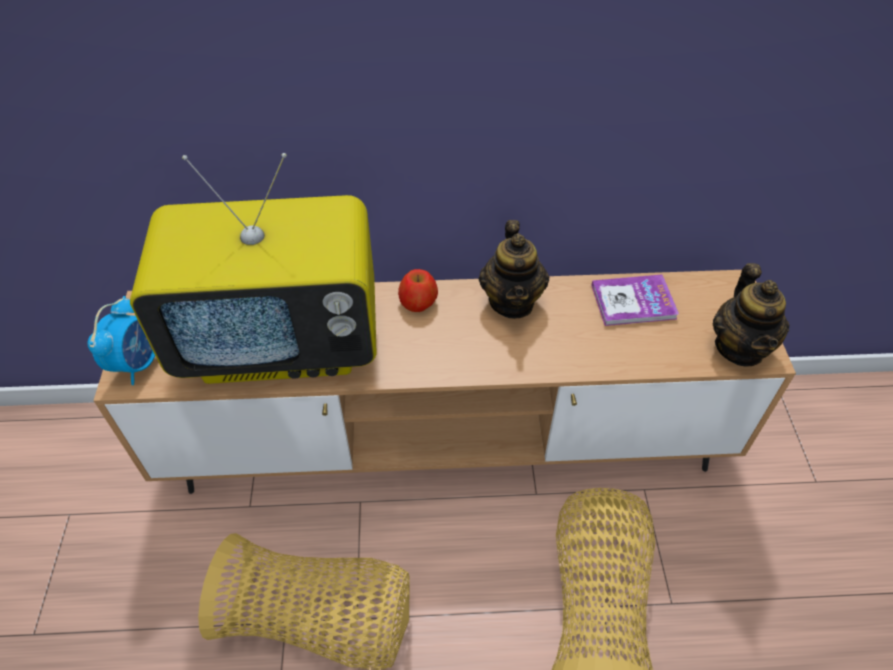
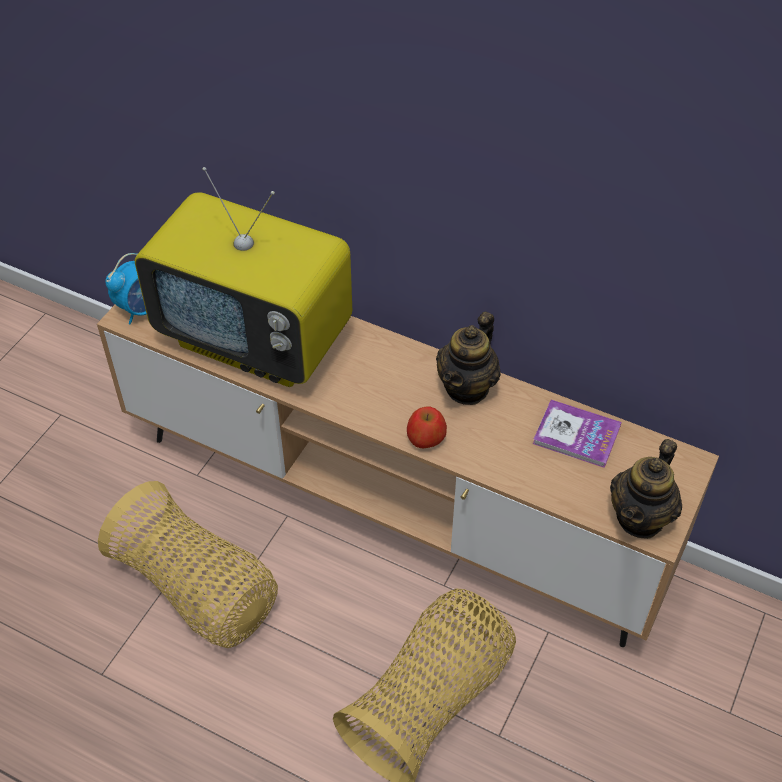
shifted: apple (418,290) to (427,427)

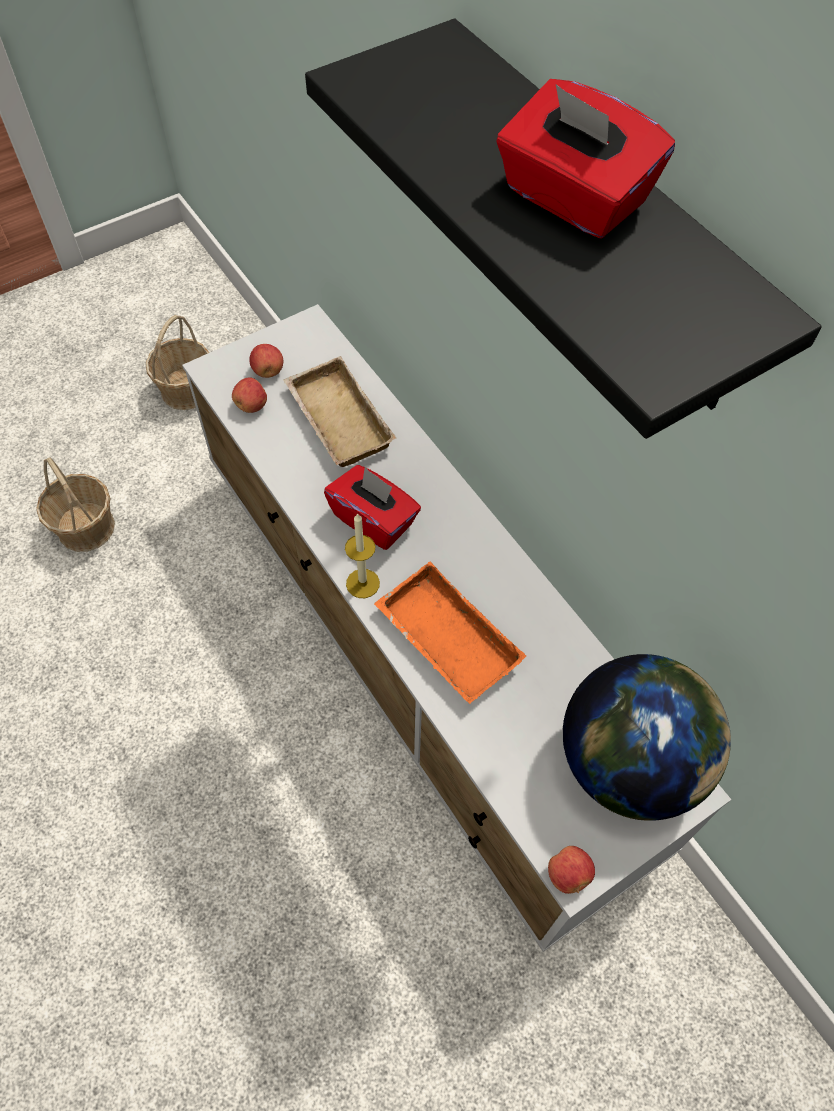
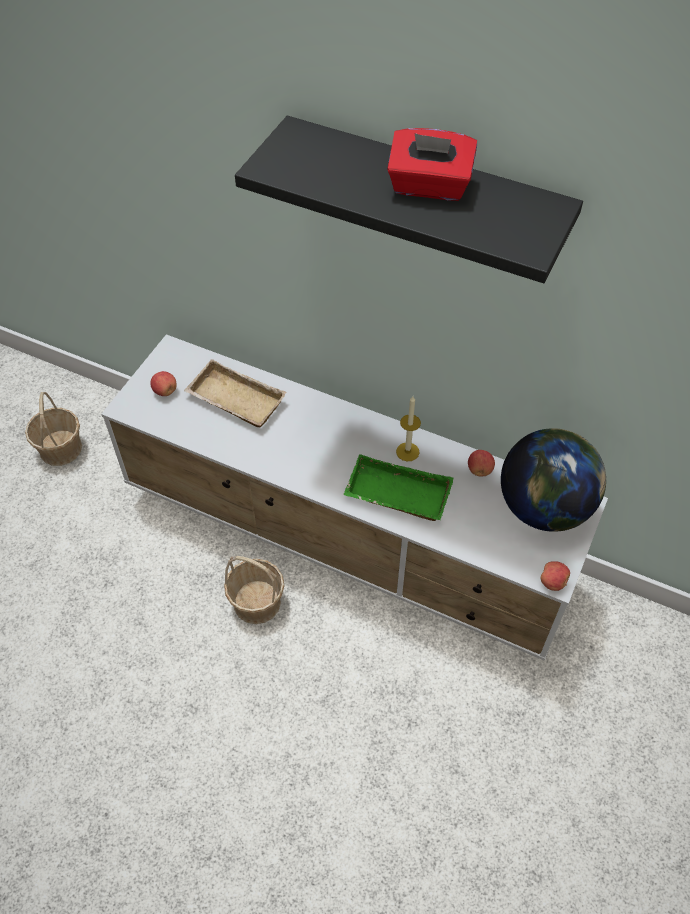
gone: red tissue box (372,507)
shifted: basket (75,504) to (254,590); candle (362,555) to (408,428); apple (249,395) to (481,463)
repainted: orange tray (450,633) to green tray (398,487)

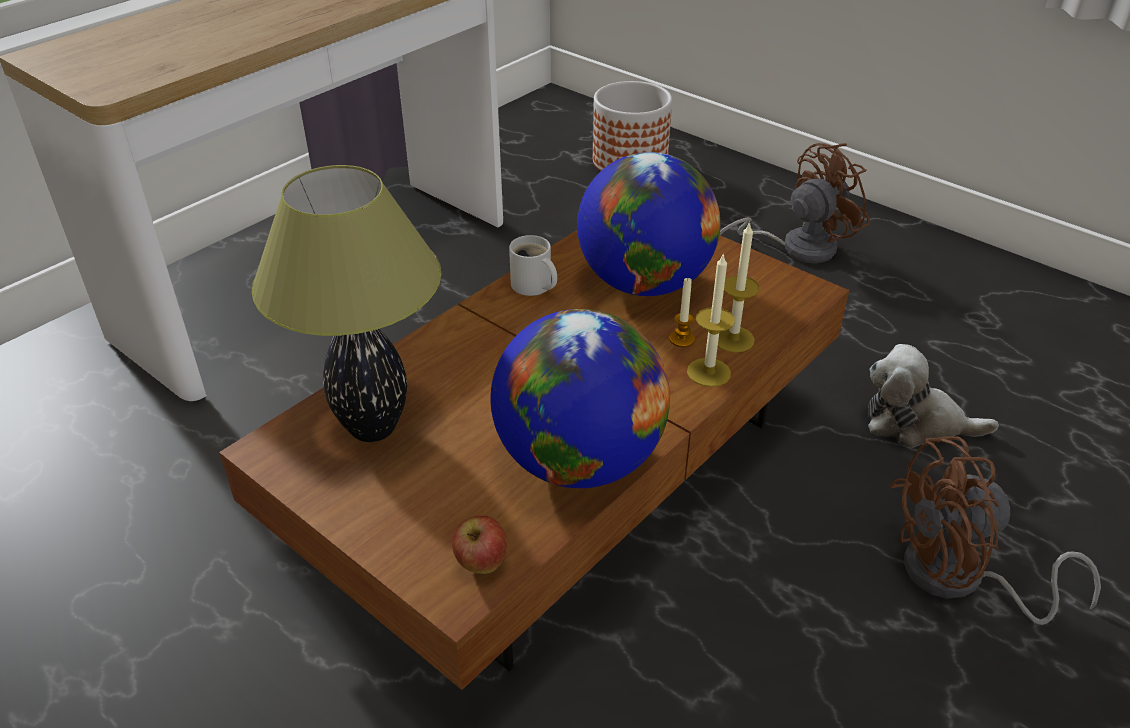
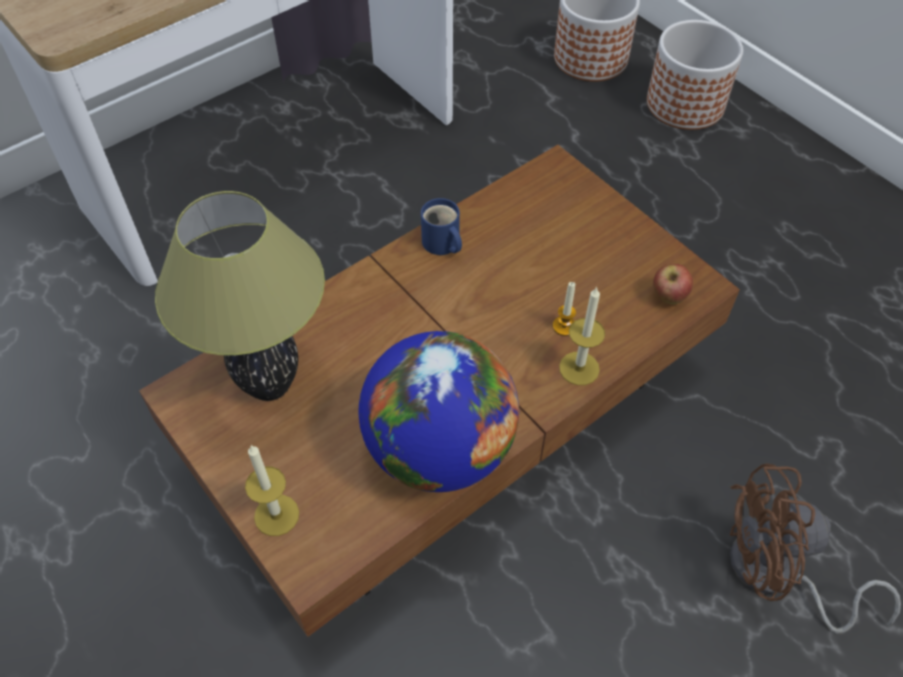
gone: globe (648,224); brown fan (795,203); plush toy (933,396)
new: planter (695,75)
shifted: candle (738,287) to (272,490); apple (480,545) to (673,284)
repainted: white mug (533,265) to blue mug (441,226)

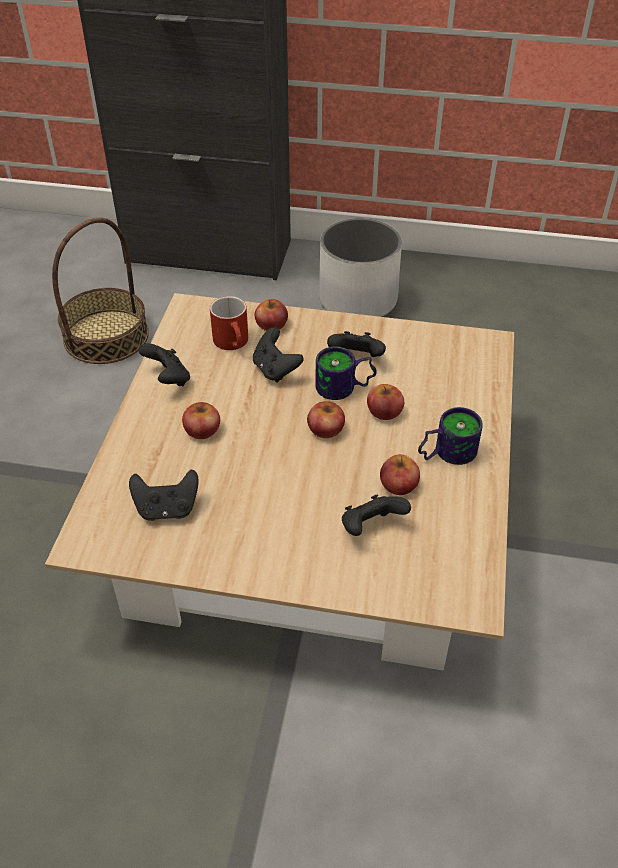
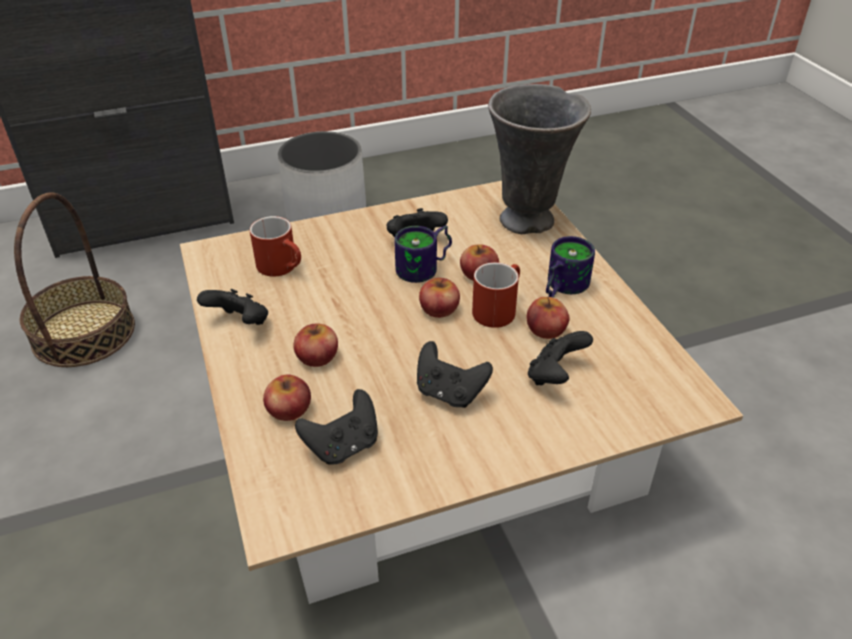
new: red mug (496,295); grey vase (539,159)
shifted: apple (271,315) to (287,397); black game controller (278,355) to (455,374)

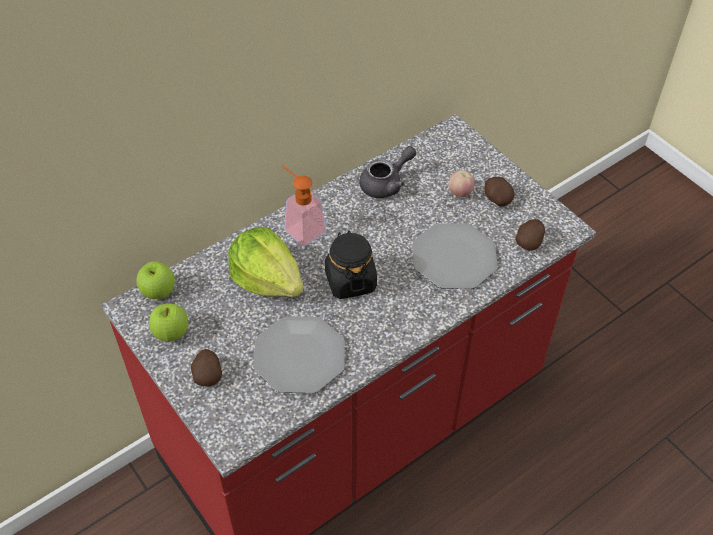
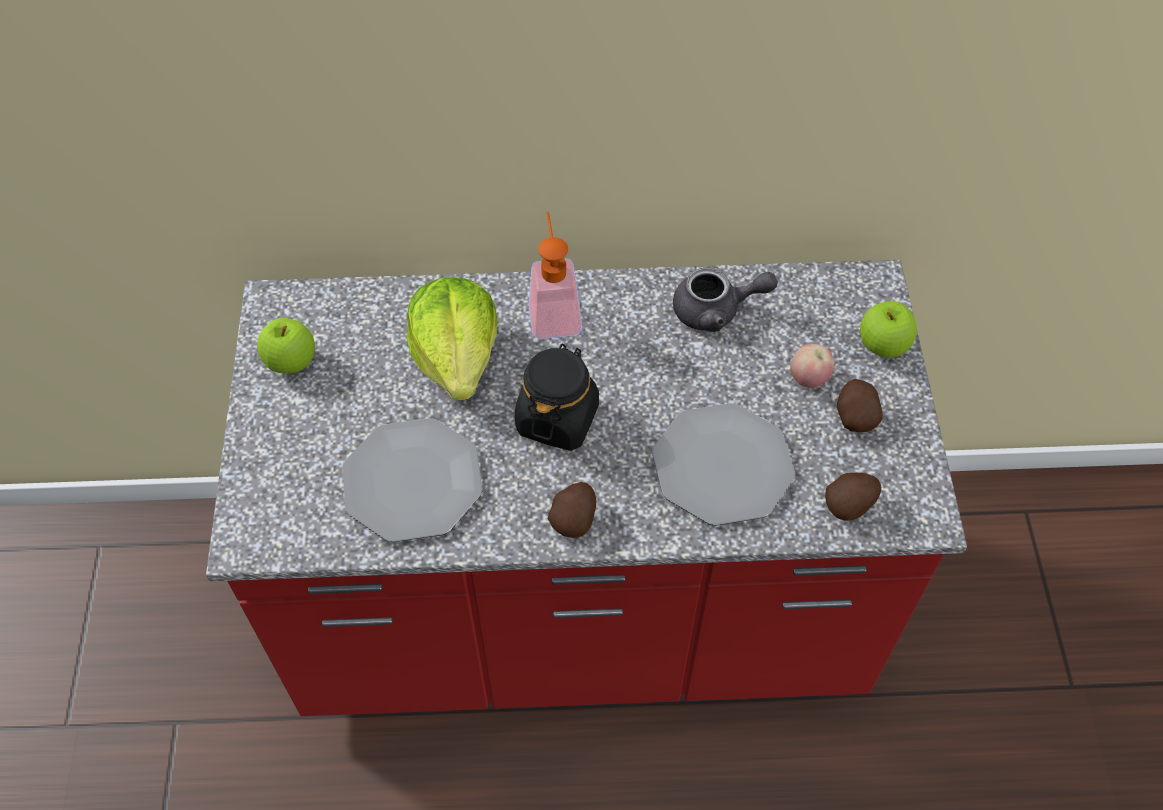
shifted: potato (206,367) to (572,510); apple (155,280) to (888,329)

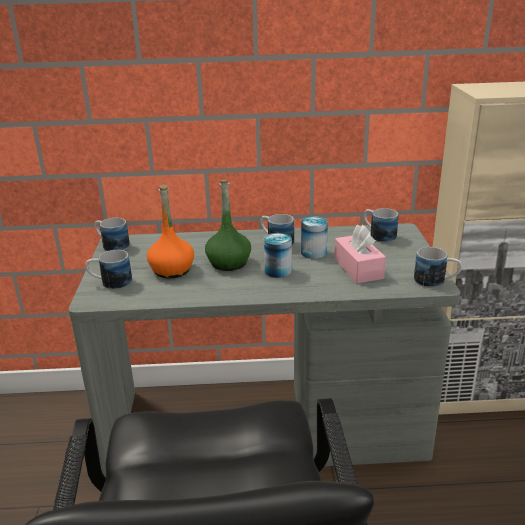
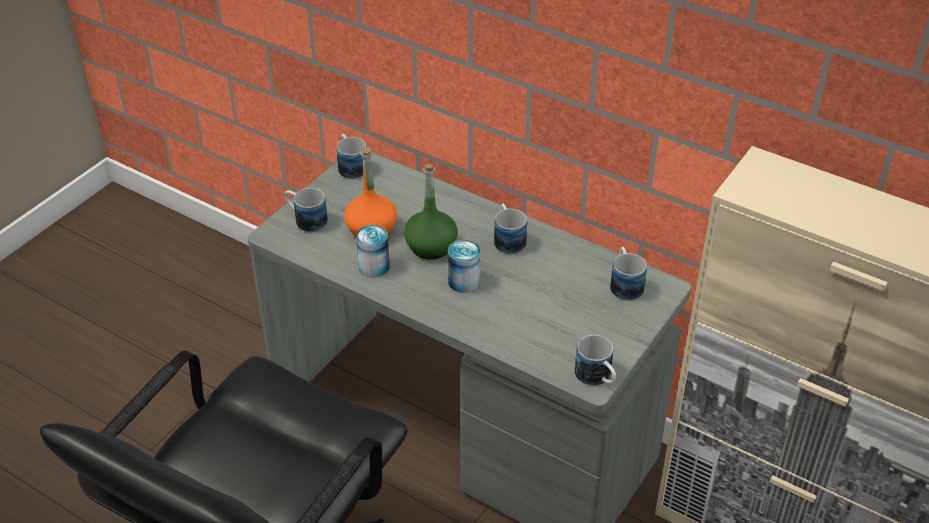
gone: pink tissue box (360,254)
shifted: can (314,238) to (373,251)

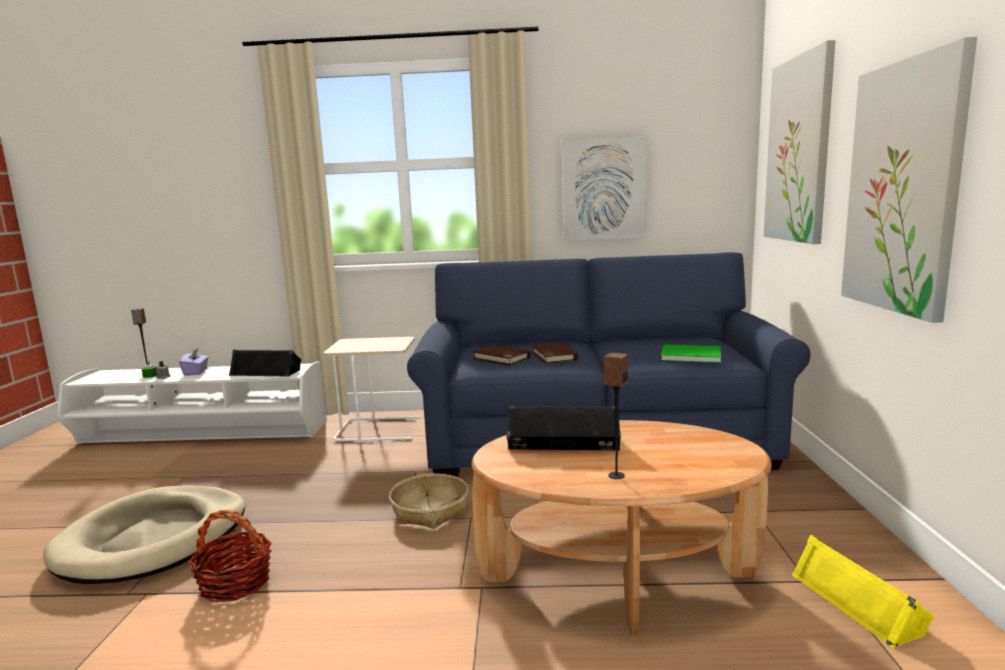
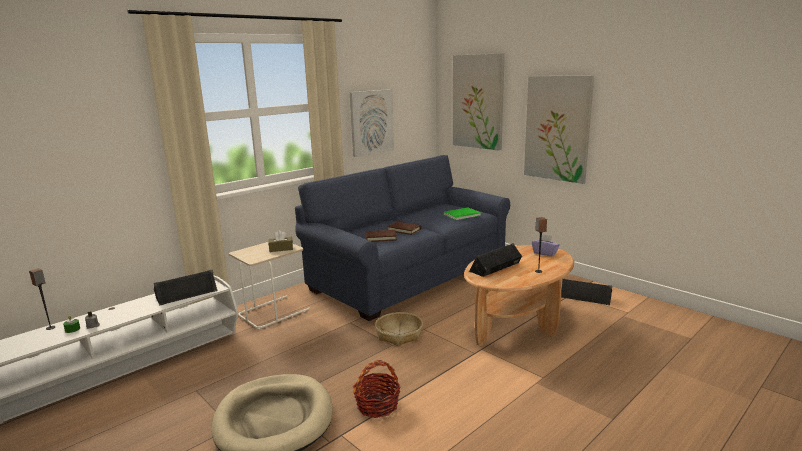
new: brown tissue box (281,241)
shifted: purple tissue box (193,362) to (546,245)
repainted: yellow speaker (863,591) to black speaker (586,292)

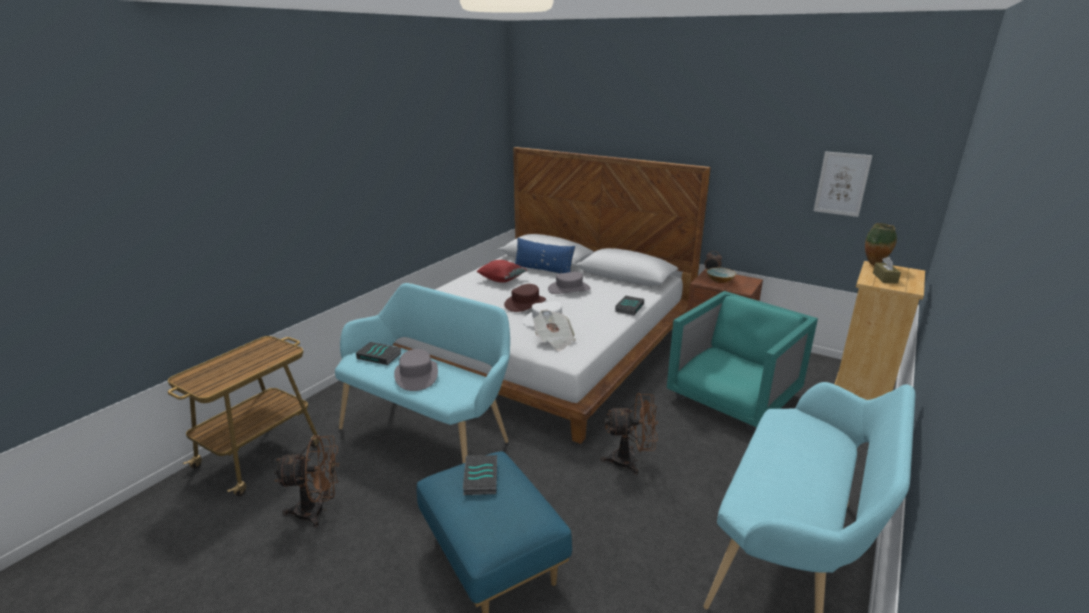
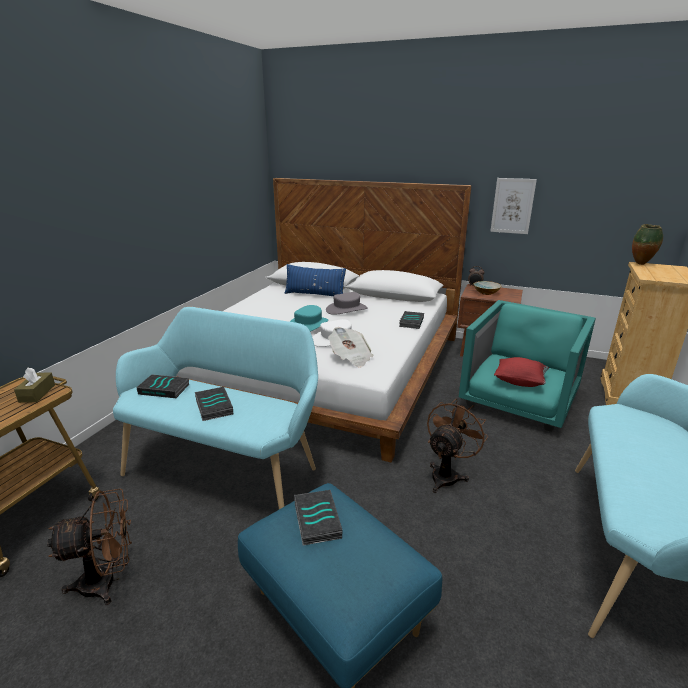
shifted: brown tissue box (887,270) to (34,385); picture (843,184) to (513,206); red pillow (501,271) to (521,372)
swapped: grey hat (416,370) to book (214,404)
repainted: brown hat (525,298) to turquoise hat (309,318)
rotated: brown fan (629,433) = (457,446) 45 degrees counterclockwise

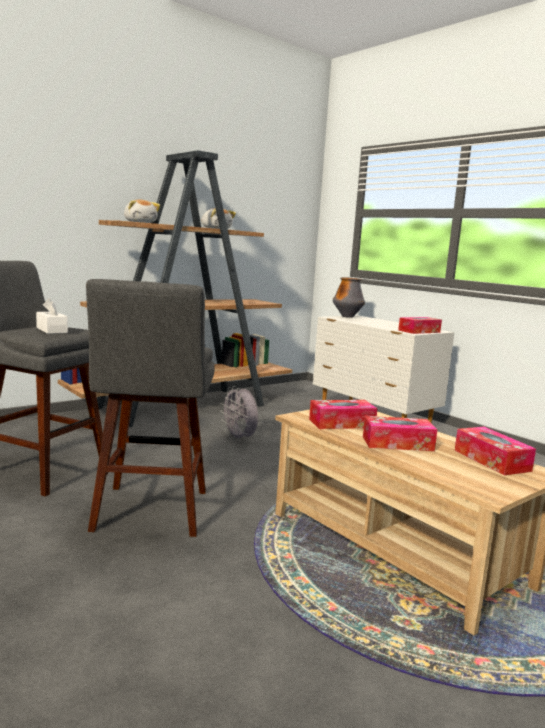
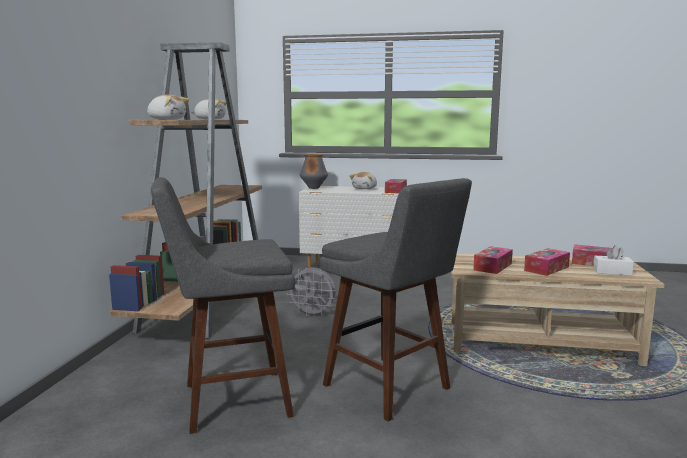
new: plush toy (363,180)
shifted: white tissue box (52,316) to (613,260)

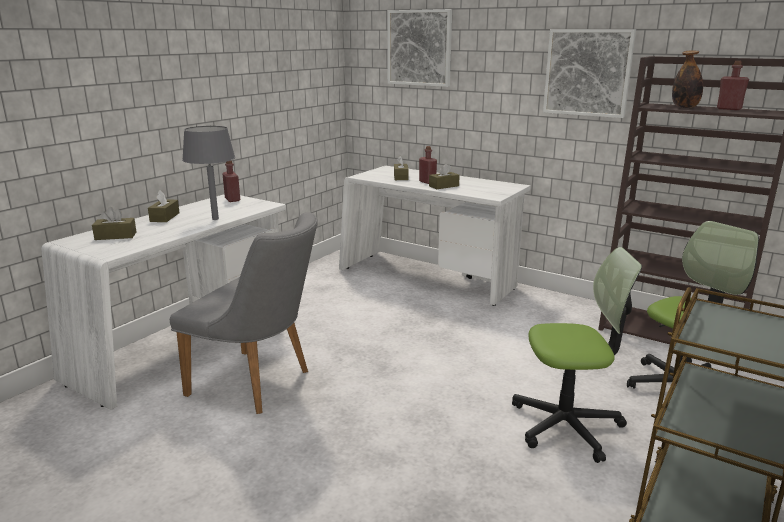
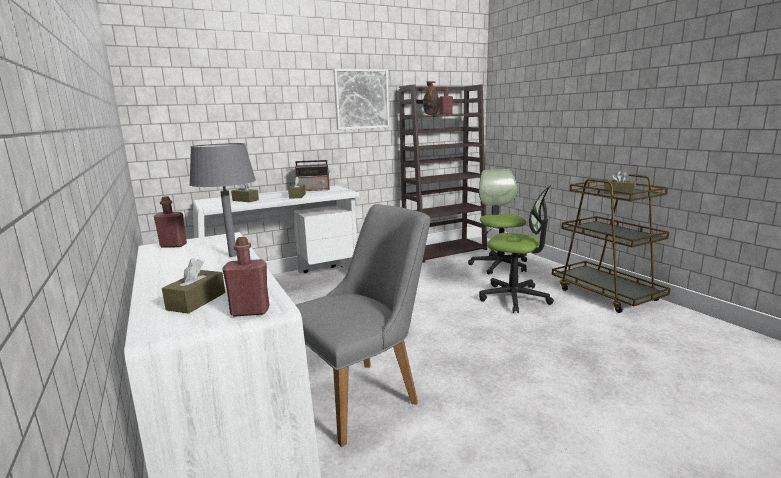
gone: picture (419,48)
new: radio (312,175)
shifted: red bottle (428,165) to (246,277); brown tissue box (164,206) to (620,182)
rotated: office chair (577,355) = (516,248) 90 degrees clockwise

